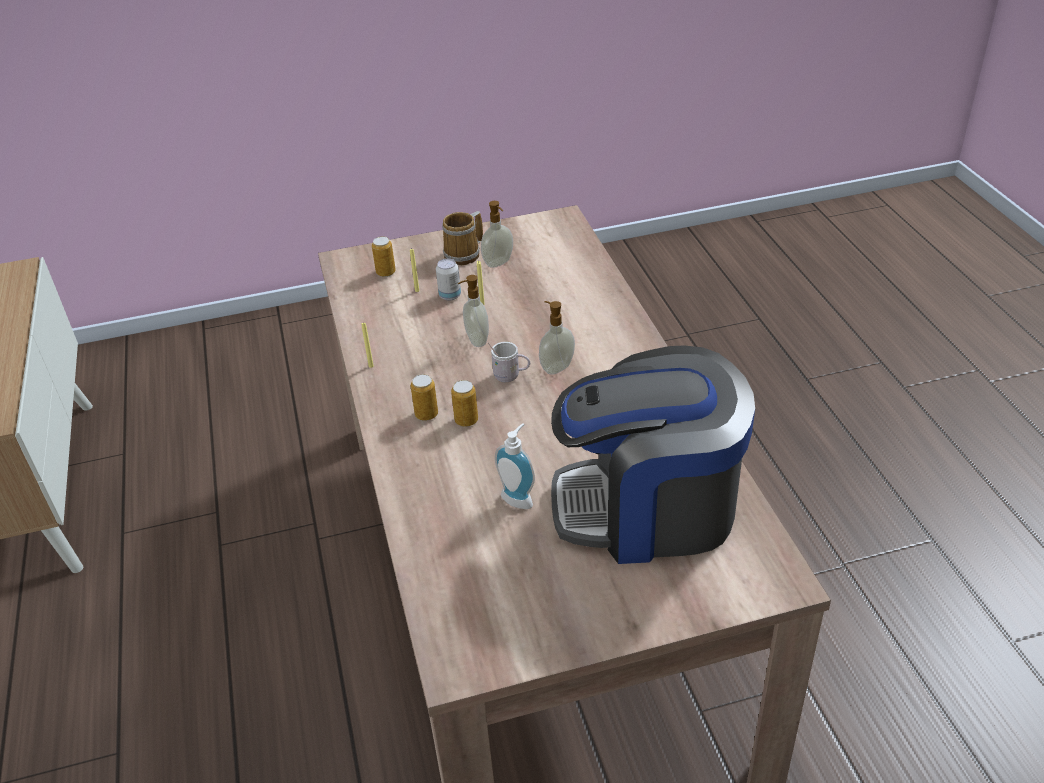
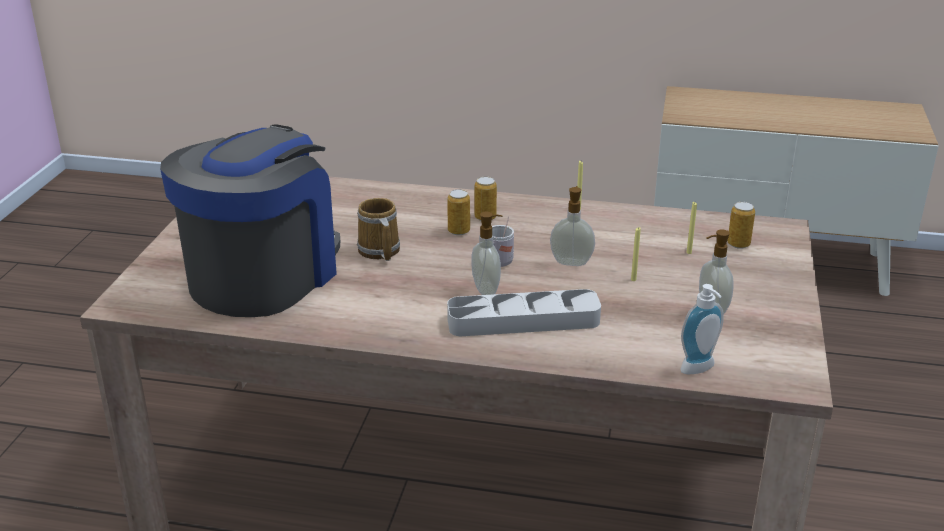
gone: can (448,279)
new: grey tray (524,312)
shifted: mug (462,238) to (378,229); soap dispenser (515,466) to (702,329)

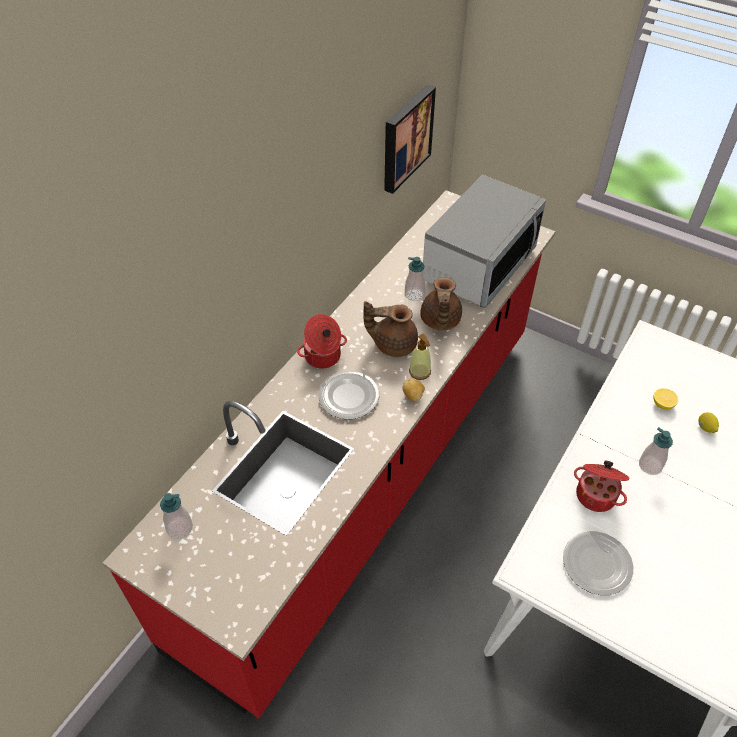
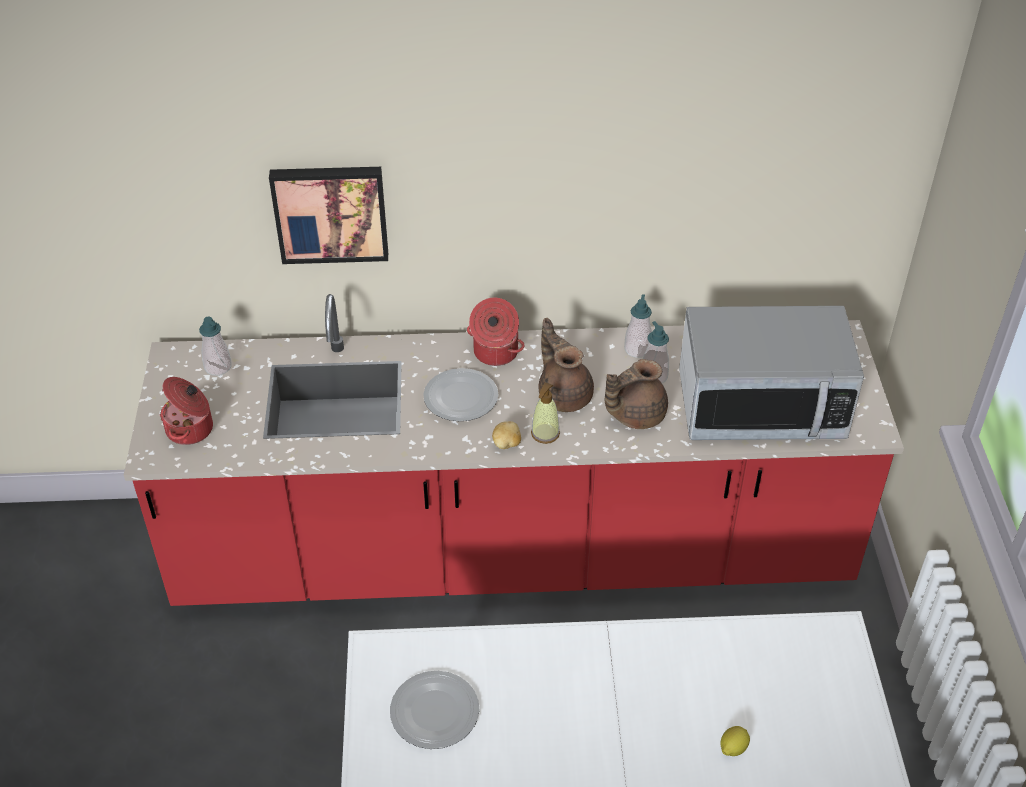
gone: lemon (665,398)
shifted: cooking pot (601,486) to (186,411); picture (410,139) to (328,215); soap dispenser (656,451) to (638,326)

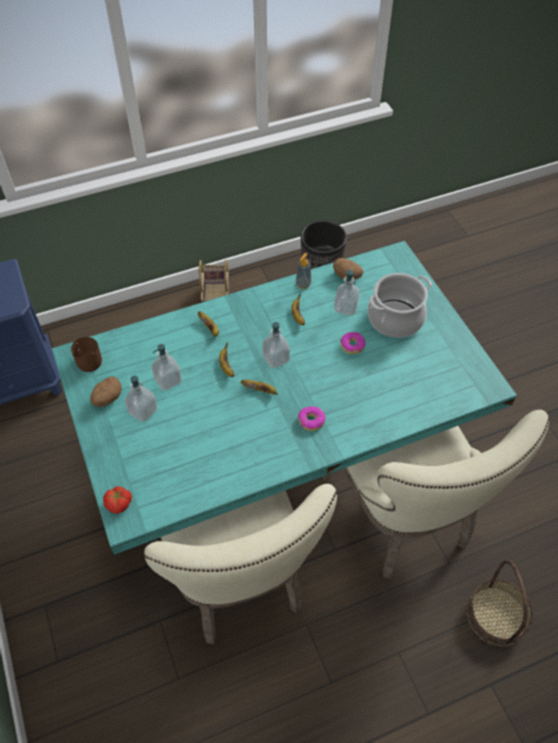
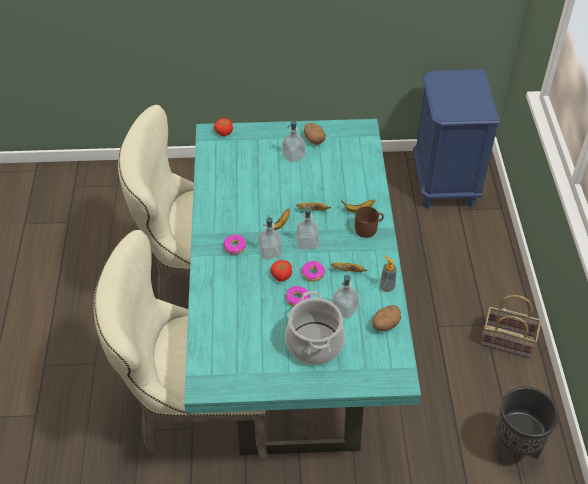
gone: basket (500,603)
new: tomato (281,271); donut (313,271)
shifted: soap dispenser (167,367) to (270,237); brown mug (86,354) to (369,222)

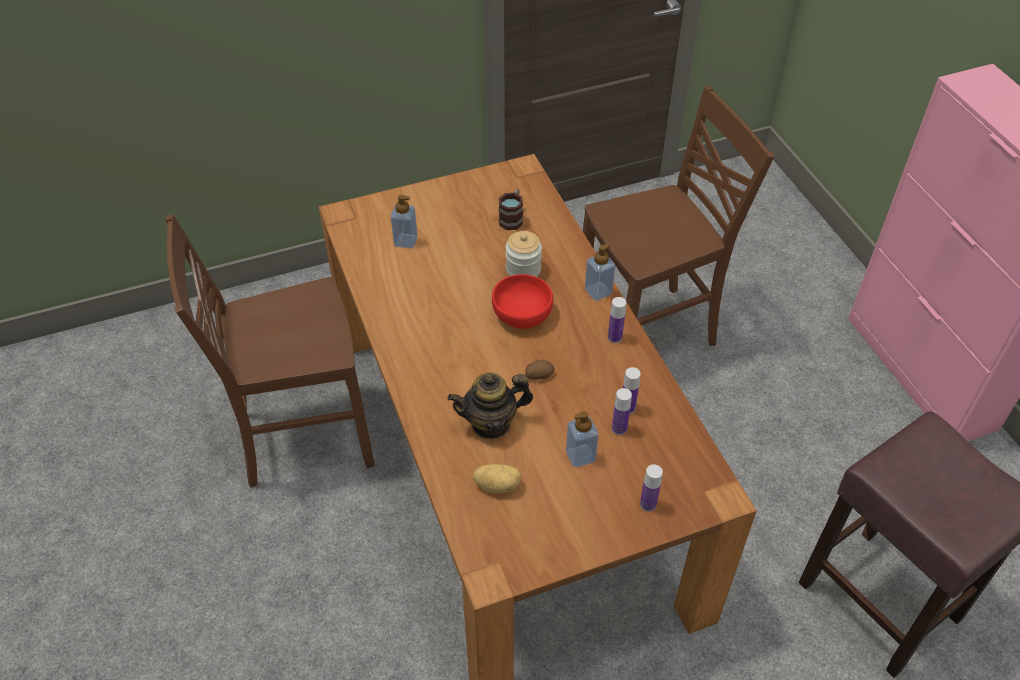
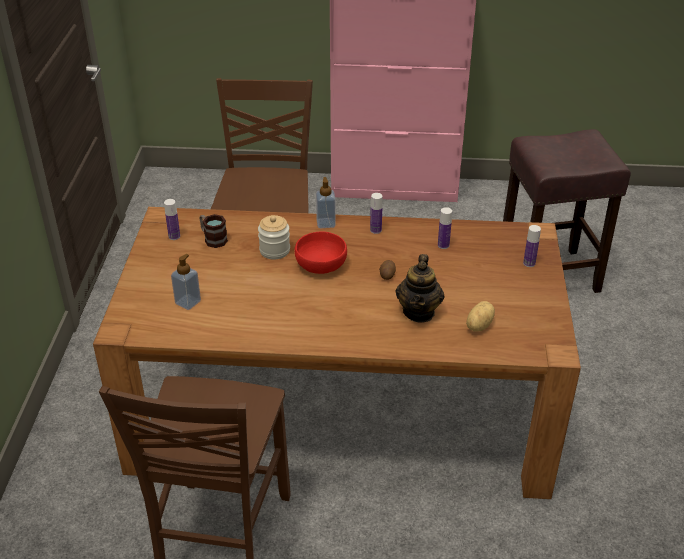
gone: soap dispenser (582,439)
shifted: bottle (622,411) to (172,219)

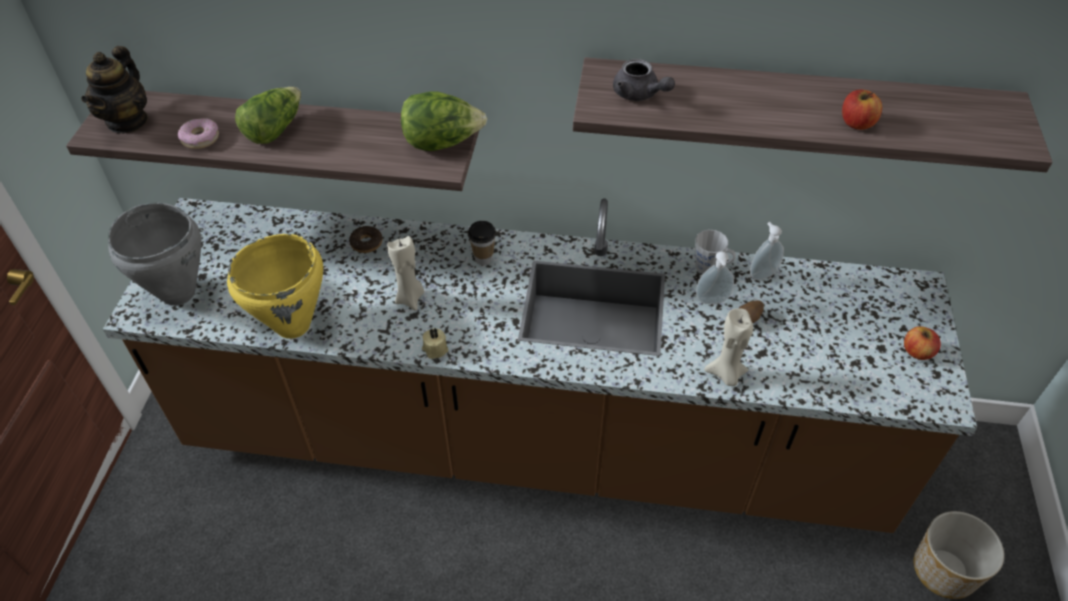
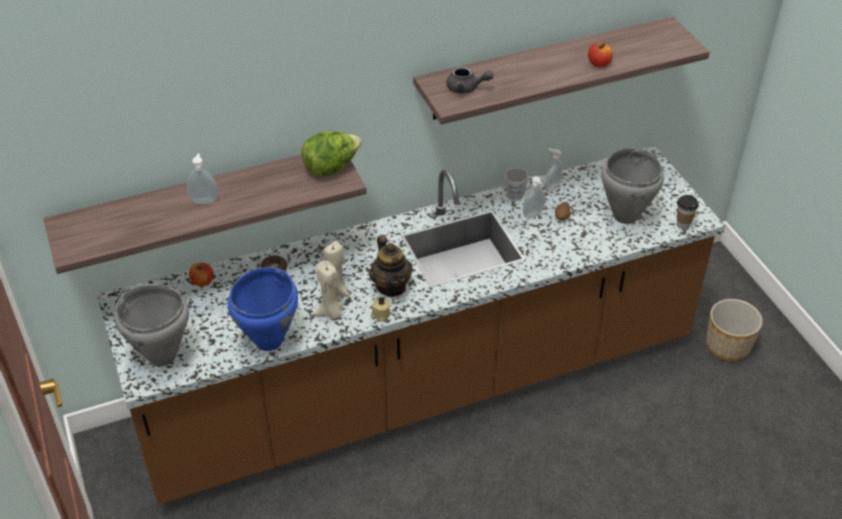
gone: donut (198,133)
new: grey cooking pot (632,186)
shifted: apple (922,343) to (201,274); beige candle (728,347) to (329,290); teapot (114,89) to (391,266); cup (482,243) to (688,212)
swapped: lettuce (268,115) to soap dispenser (202,179)
repainted: yellow cooking pot (275,286) to blue cooking pot (263,309)

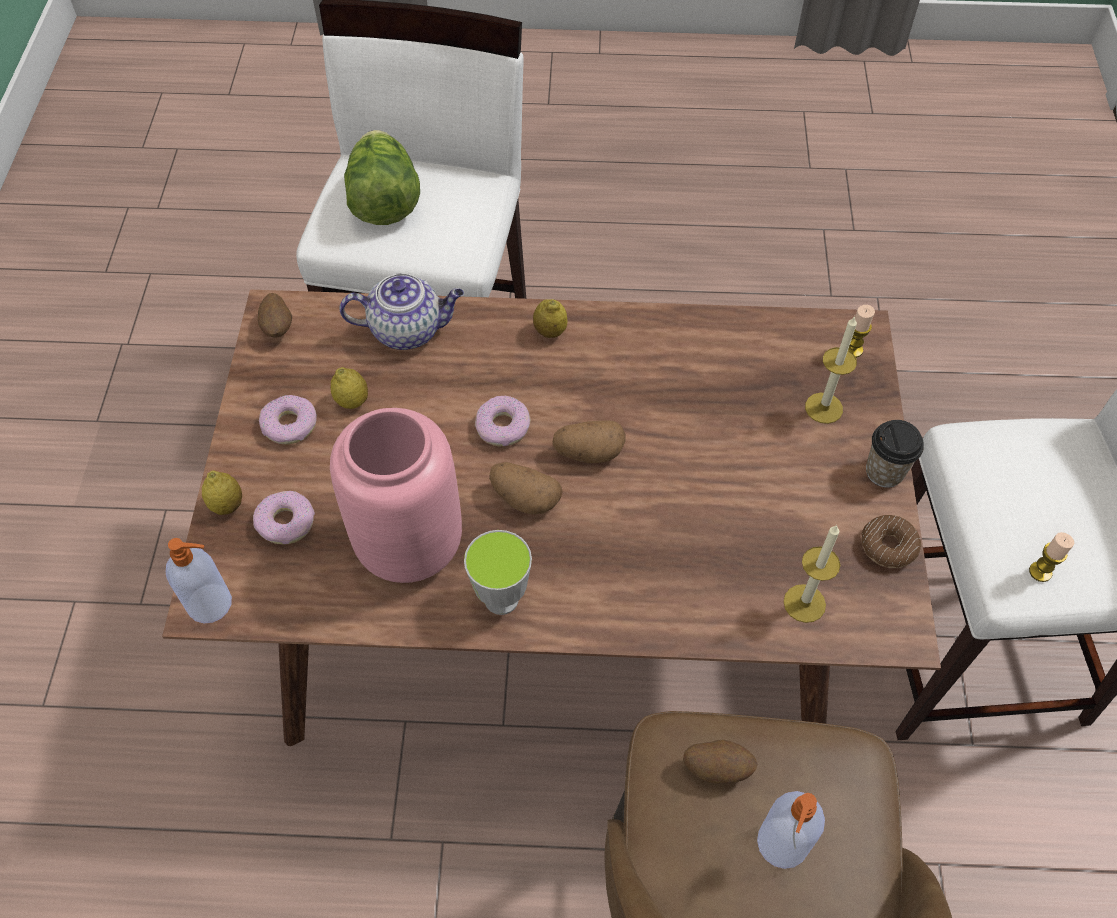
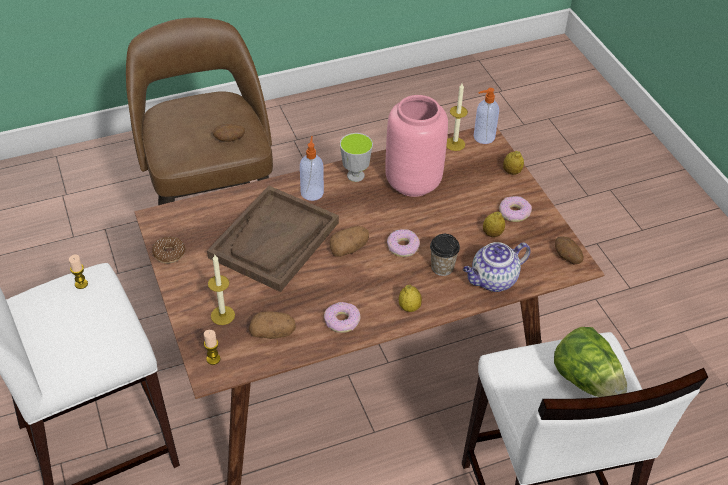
new: brown tray (273,239)
shifted: potato (526,488) to (272,325); soap dispenser (791,830) to (312,168); donut (284,517) to (342,317); cup (895,454) to (445,255); candle (811,574) to (457,117)

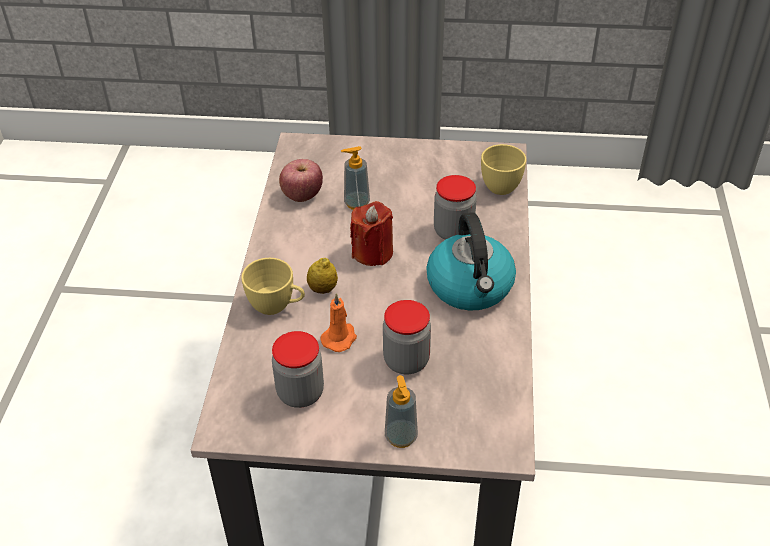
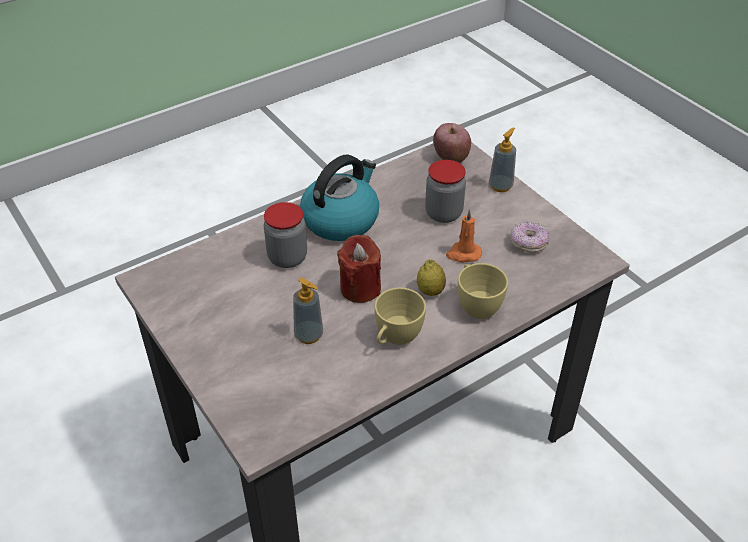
shifted: yellow cup (503,169) to (400,316); apple (301,180) to (452,143)
swapped: jar (298,369) to donut (530,237)

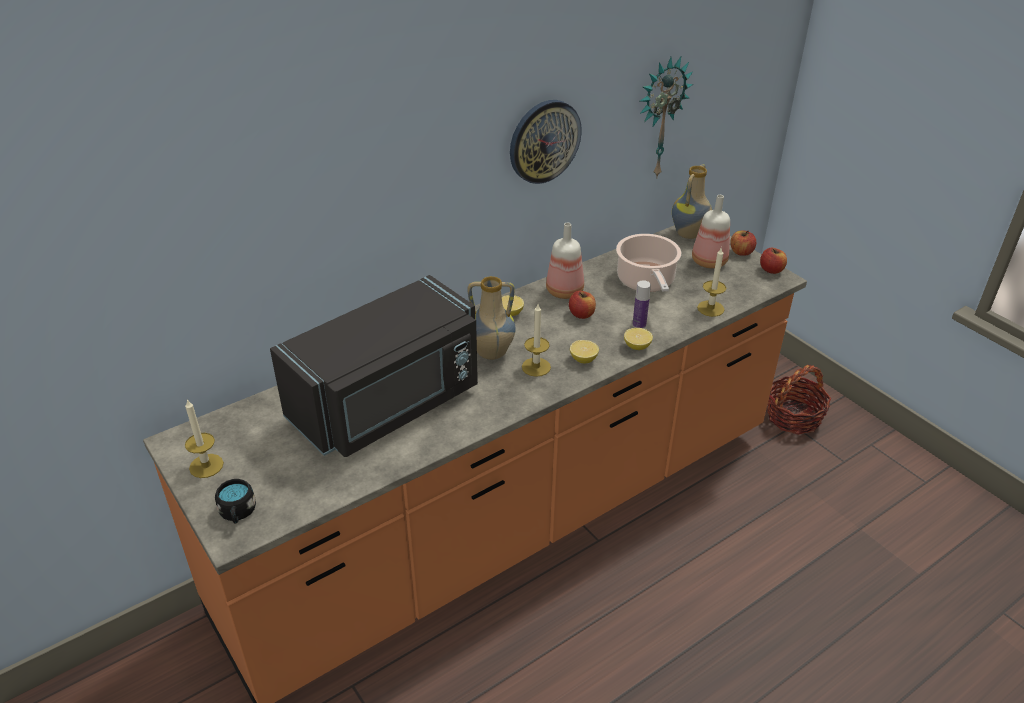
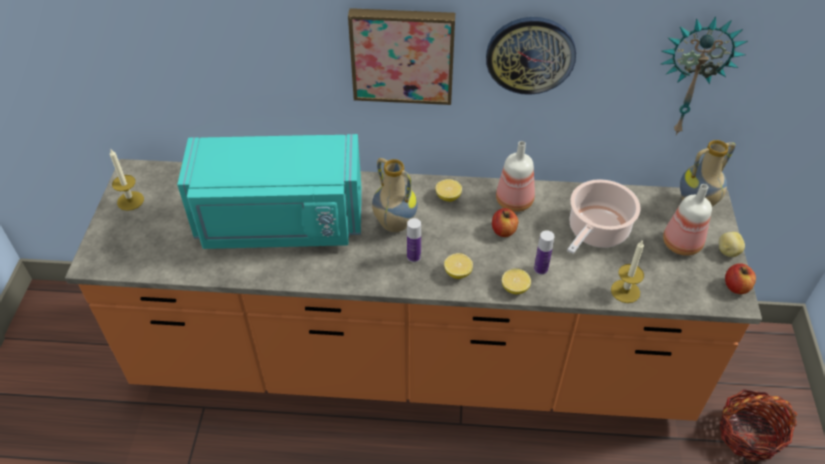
gone: black mug (235,501)
new: picture (401,56)
swapped: candle (536,340) to bottle (414,240); apple (743,243) to potato (732,244)
repainted: black microwave (374,366) to turquoise microwave (269,191)

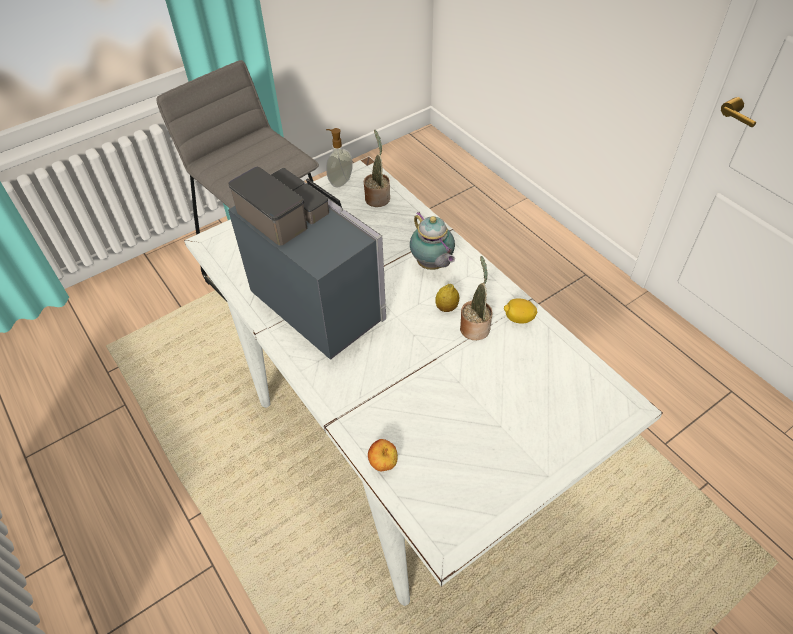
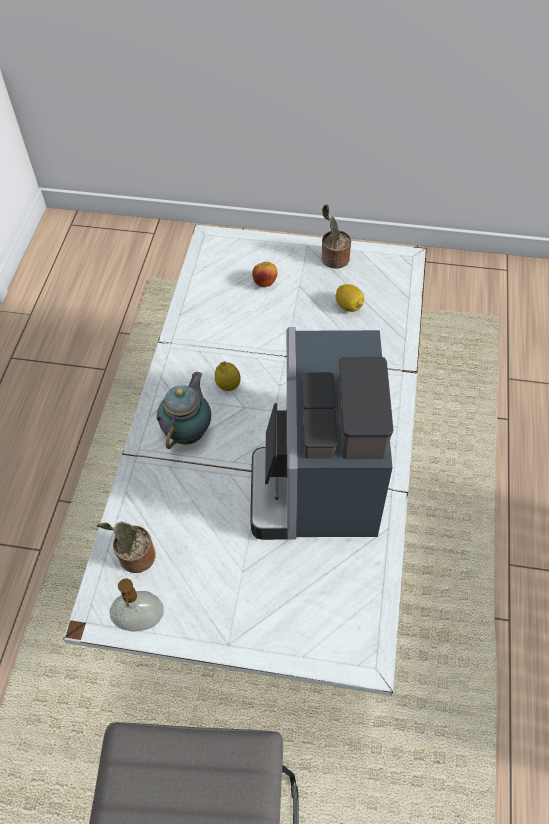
shifted: apple (383,455) to (265,274); potted plant (476,298) to (336,236); lemon (520,311) to (350,298)

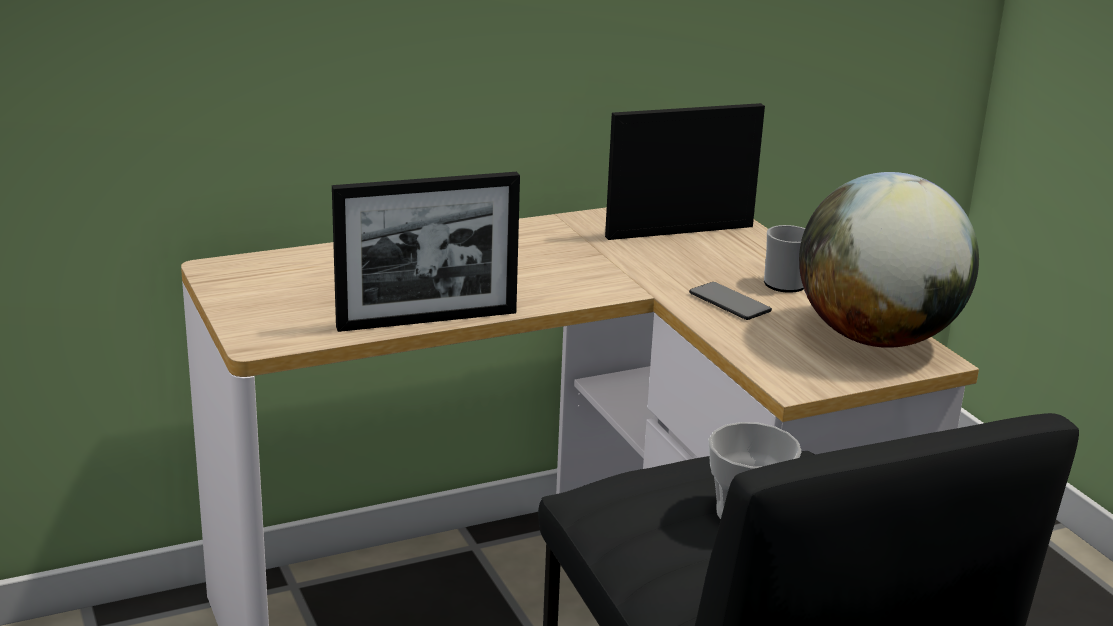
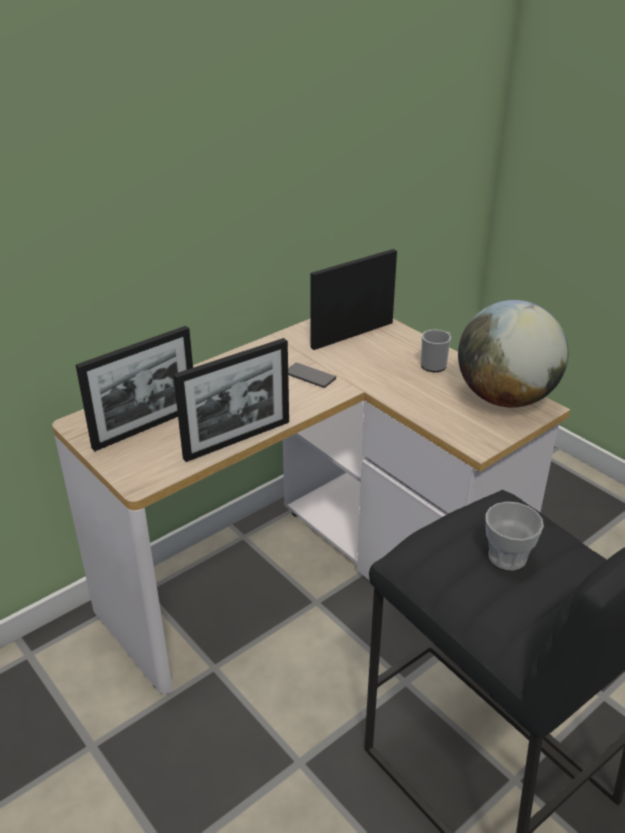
new: picture frame (134,388)
shifted: phone (730,301) to (312,375)

